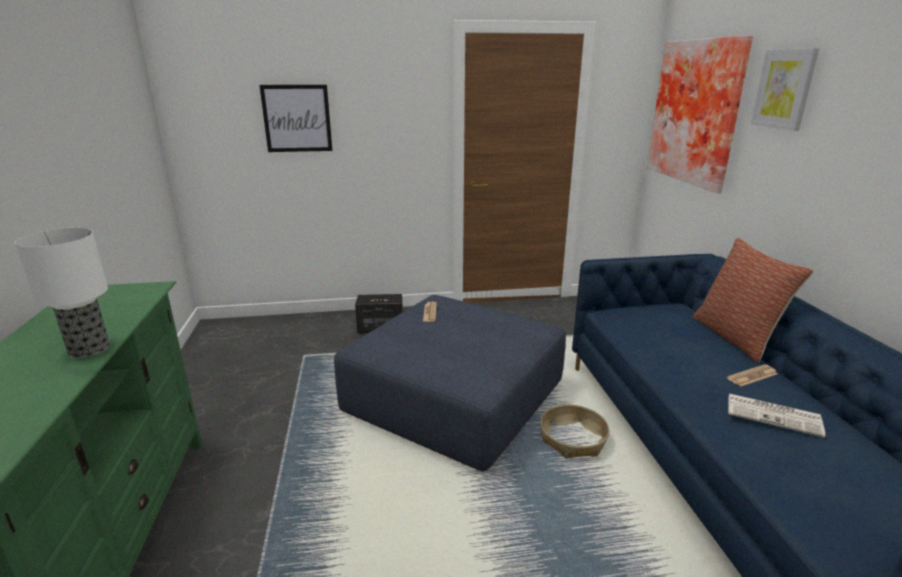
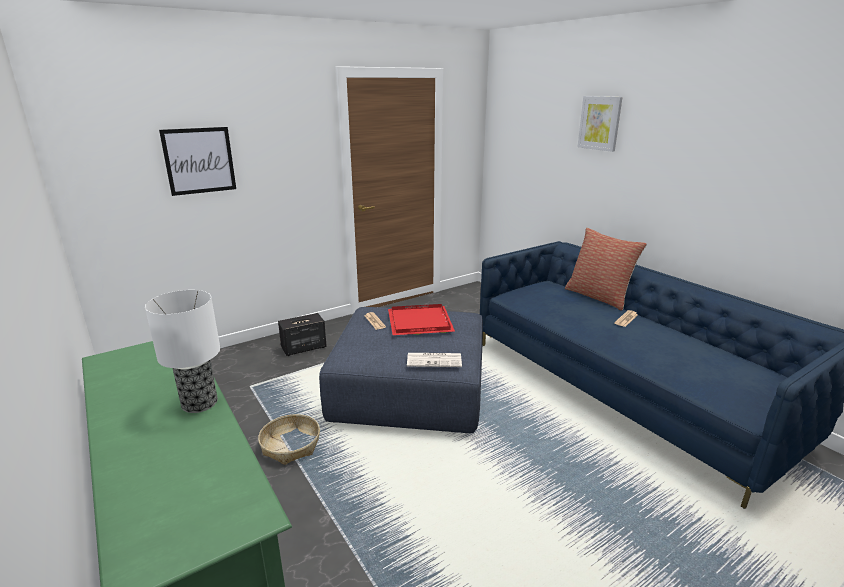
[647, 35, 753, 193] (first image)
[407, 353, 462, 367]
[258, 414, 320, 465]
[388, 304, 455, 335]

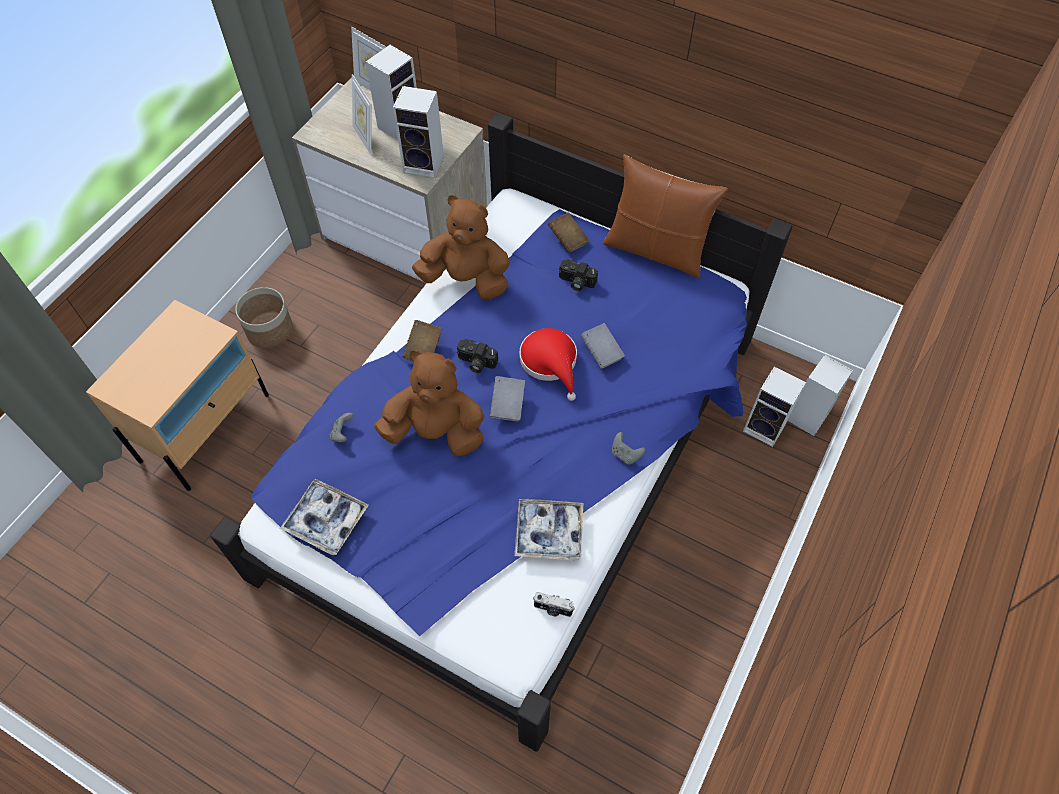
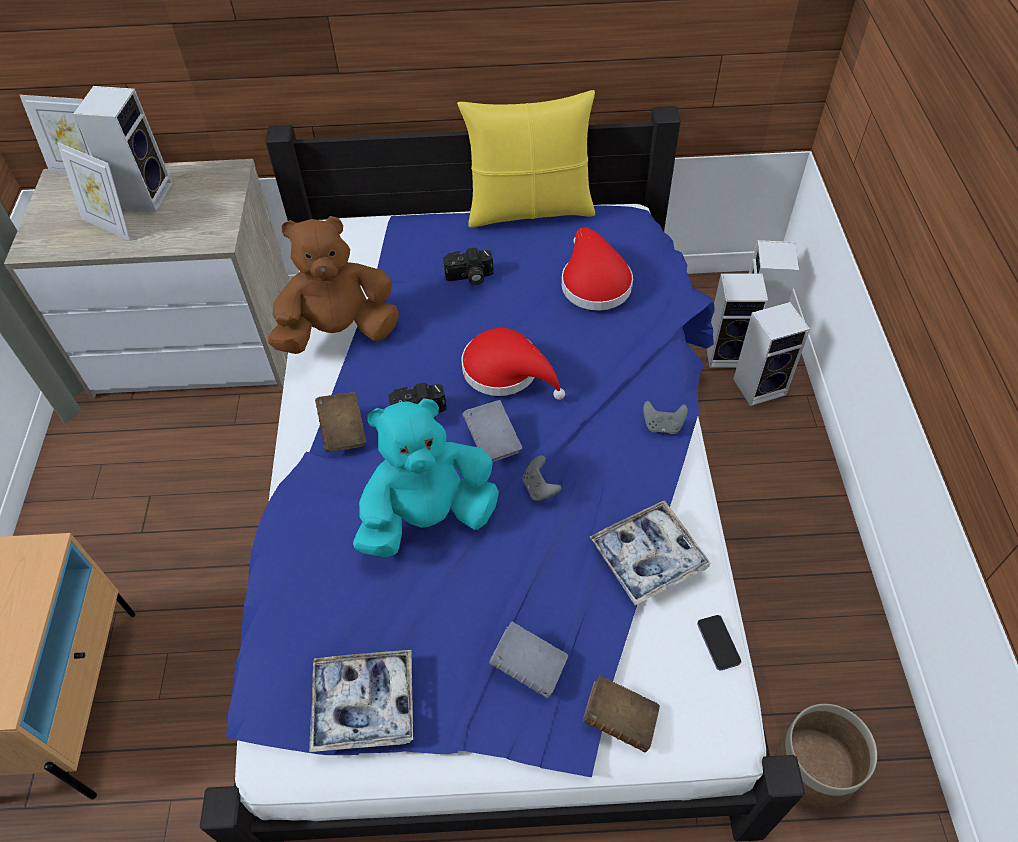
[733, 302, 810, 406]
[457, 90, 595, 228]
[583, 675, 660, 752]
[775, 704, 877, 808]
[489, 621, 568, 698]
[353, 398, 499, 557]
[523, 455, 561, 501]
[697, 615, 741, 670]
[562, 227, 633, 310]

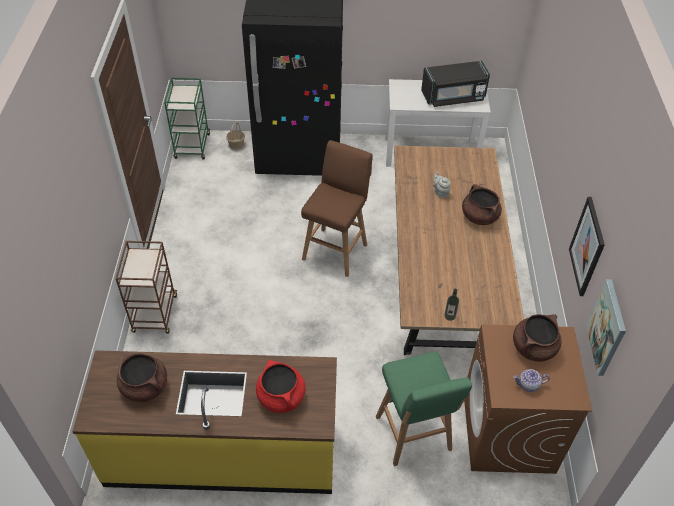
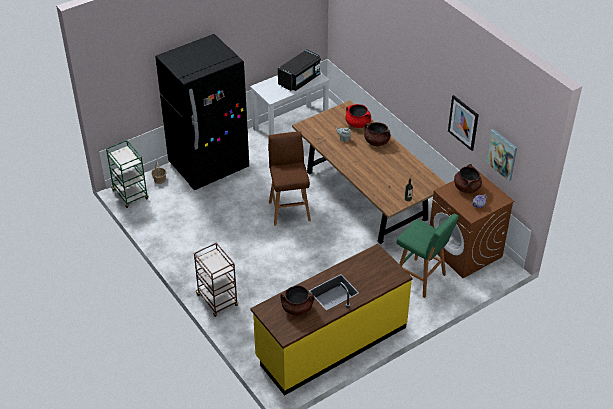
[345, 104, 371, 128]

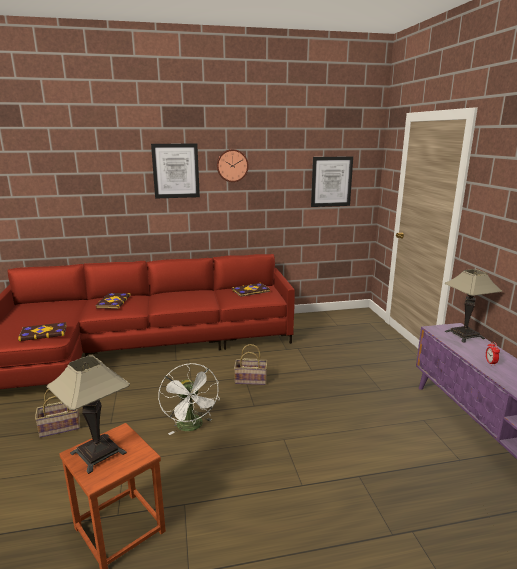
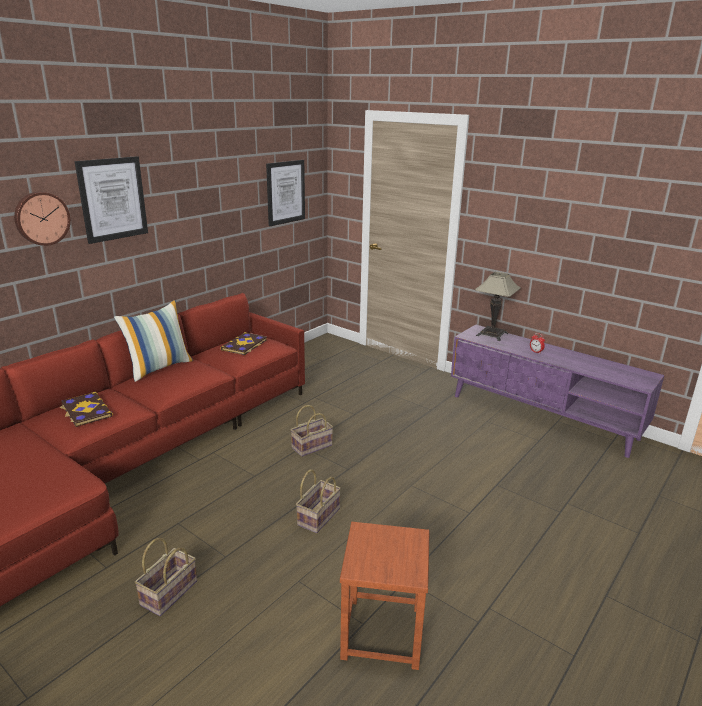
[14, 192, 71, 246]
[18, 322, 67, 341] (first image)
[47, 355, 130, 474] (first image)
[296, 469, 341, 533]
[114, 300, 193, 382]

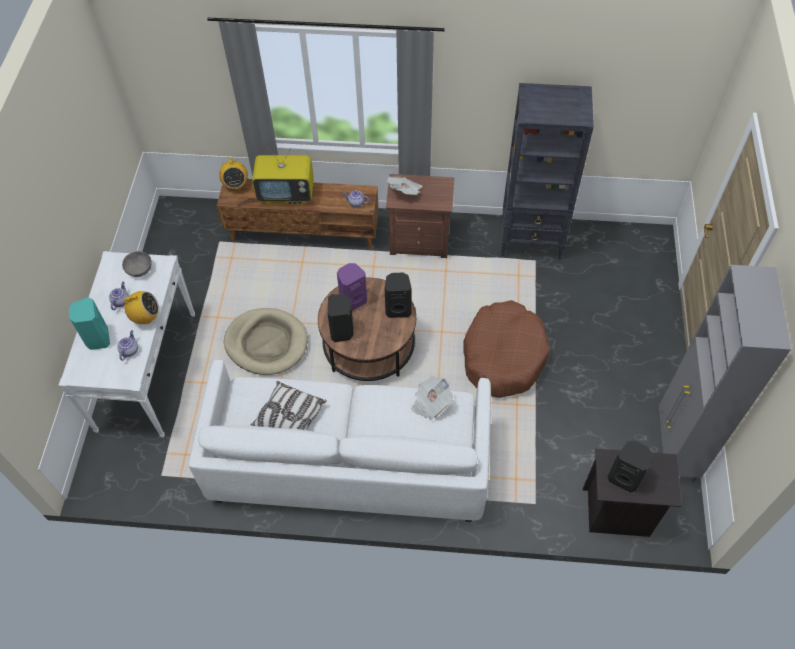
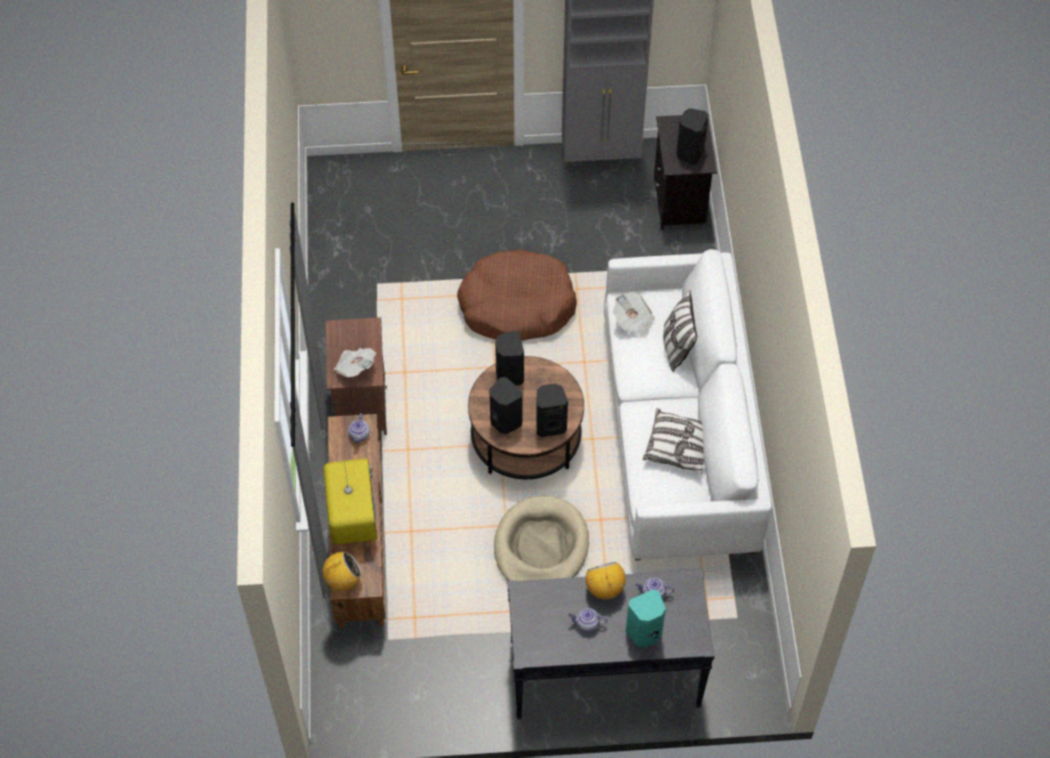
[501, 83, 594, 259] (first image)
[507, 569, 715, 719]
[122, 251, 152, 277] (first image)
[490, 377, 522, 434]
[663, 290, 697, 372]

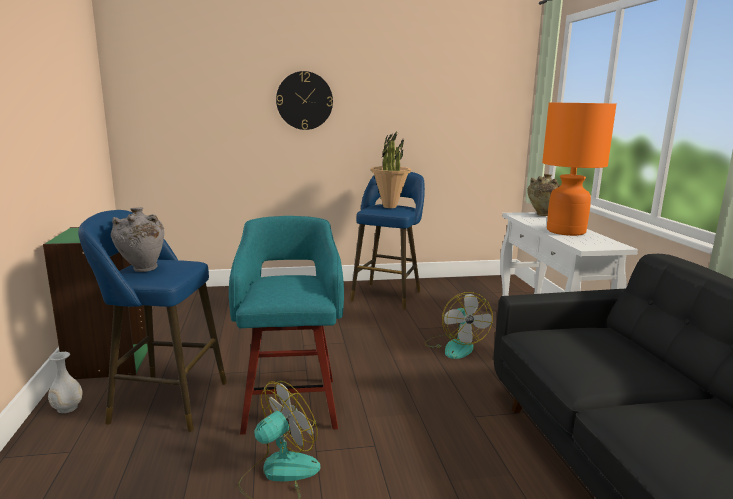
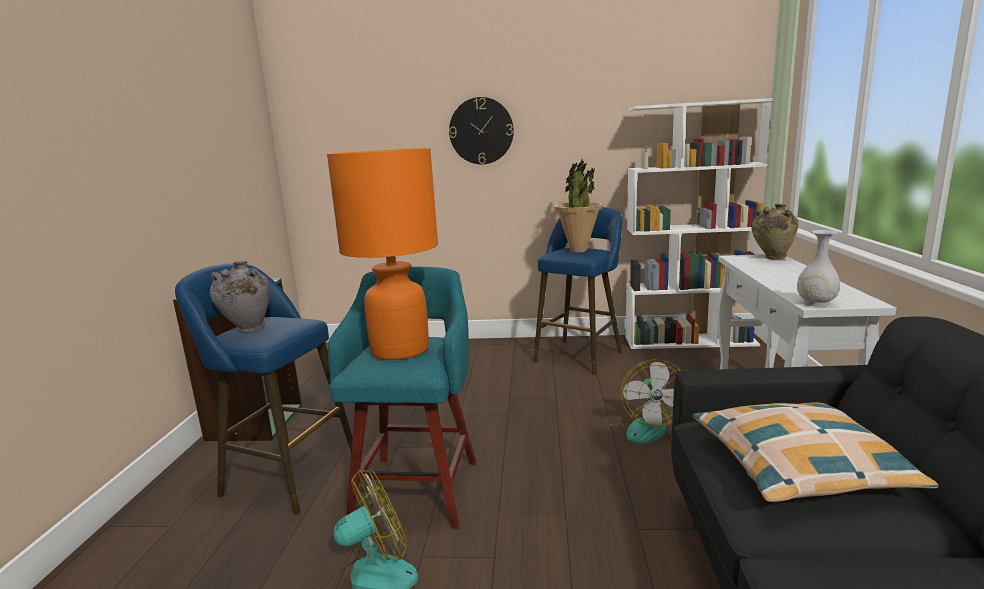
[327, 148, 438, 360]
[797, 230, 840, 307]
[626, 98, 773, 349]
[693, 403, 939, 502]

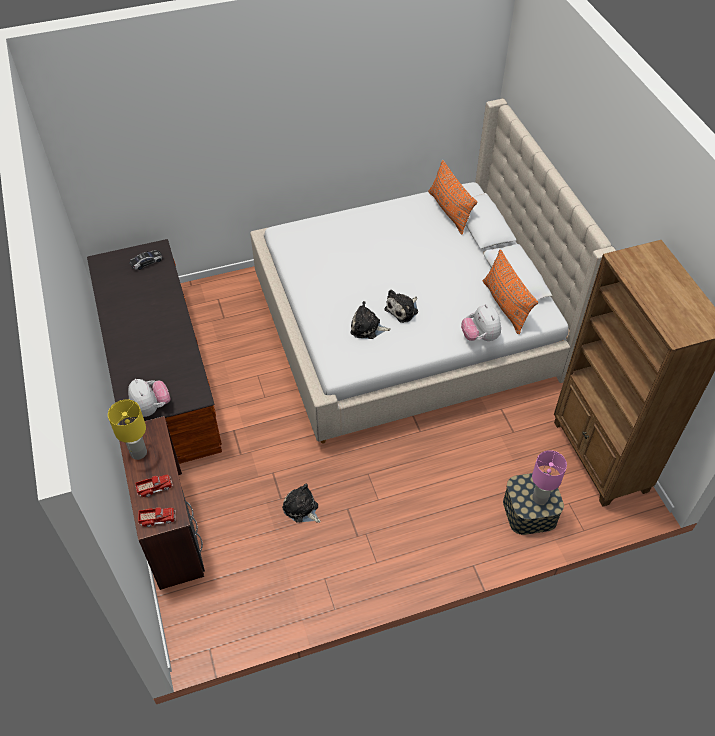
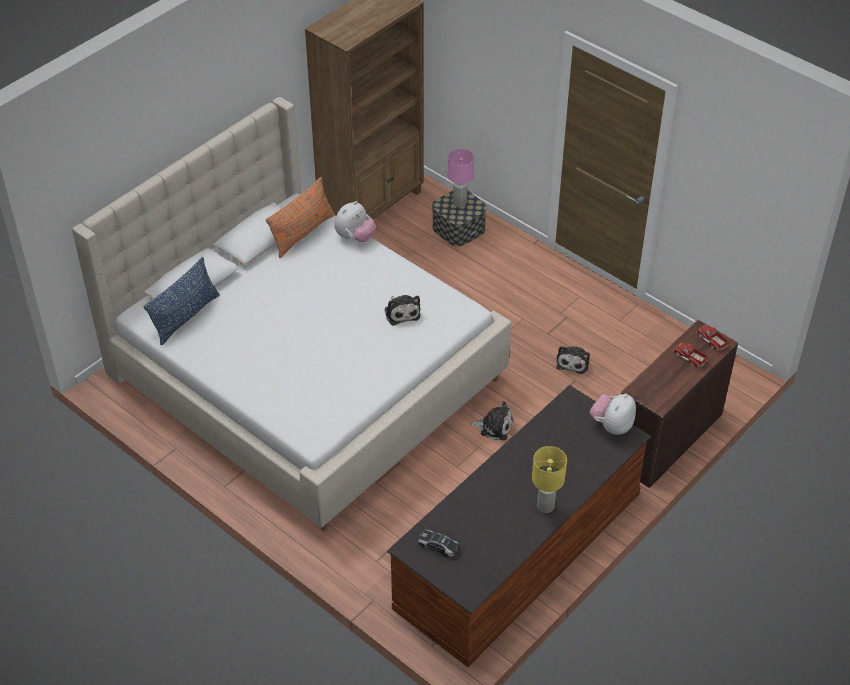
[144, 257, 220, 345]
[470, 401, 513, 440]
[532, 446, 567, 513]

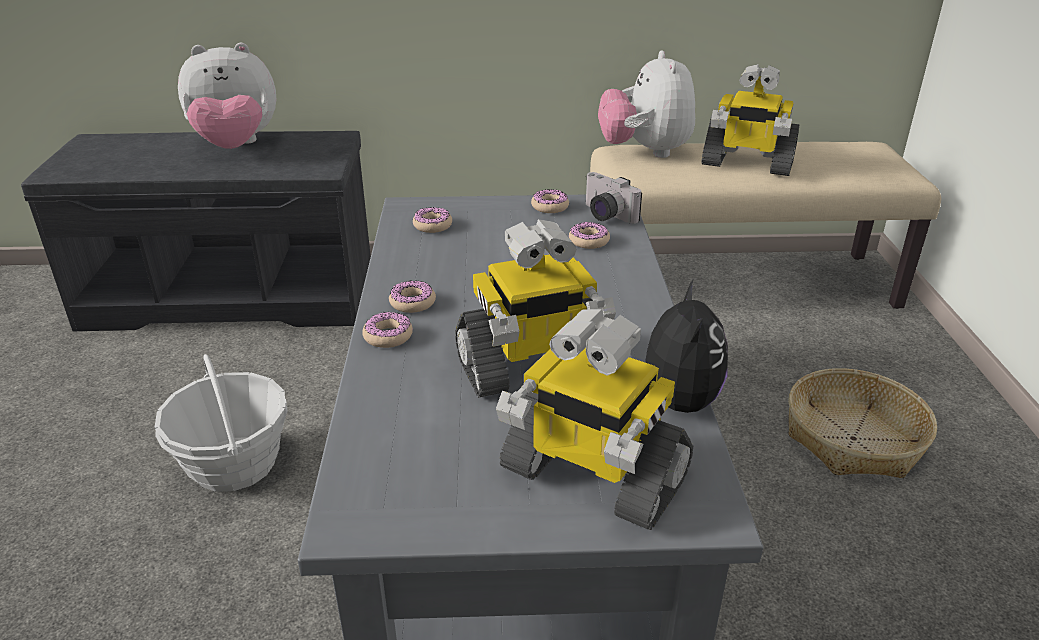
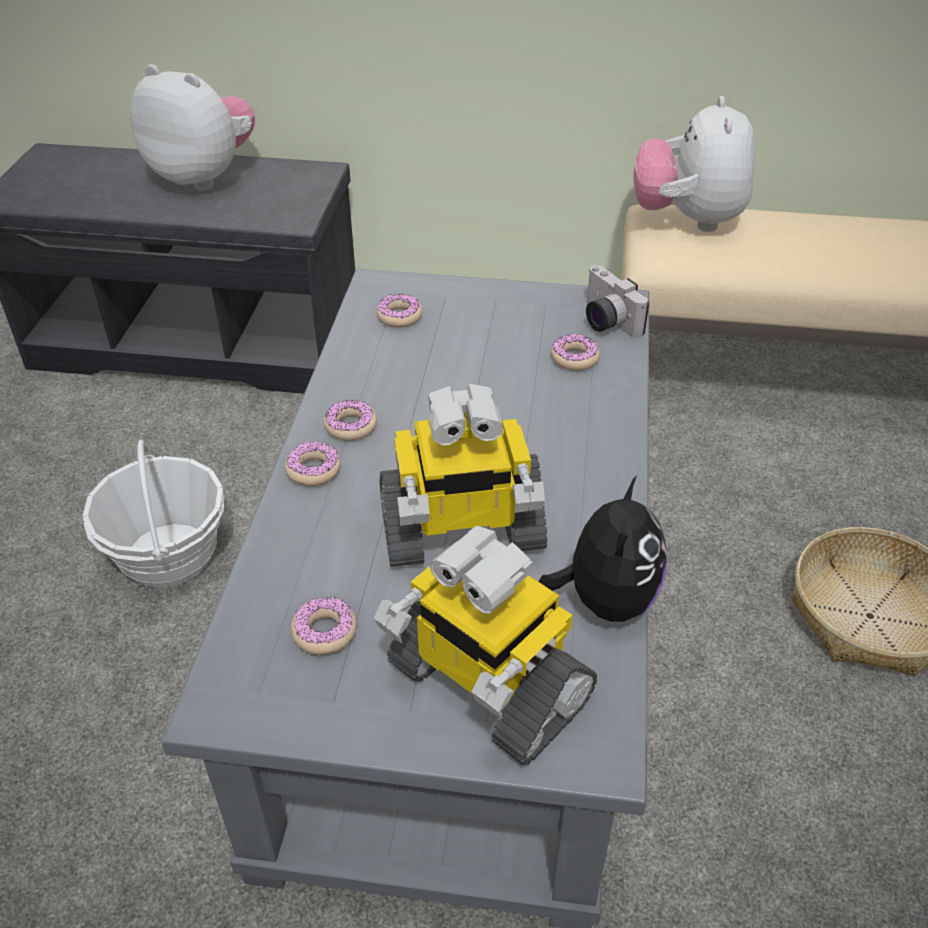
[130, 64, 255, 191]
[701, 64, 800, 176] (first image)
[291, 597, 357, 655]

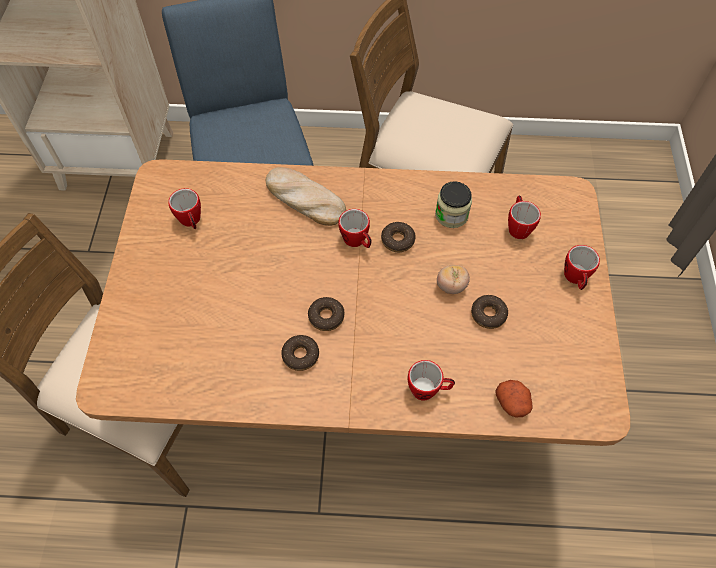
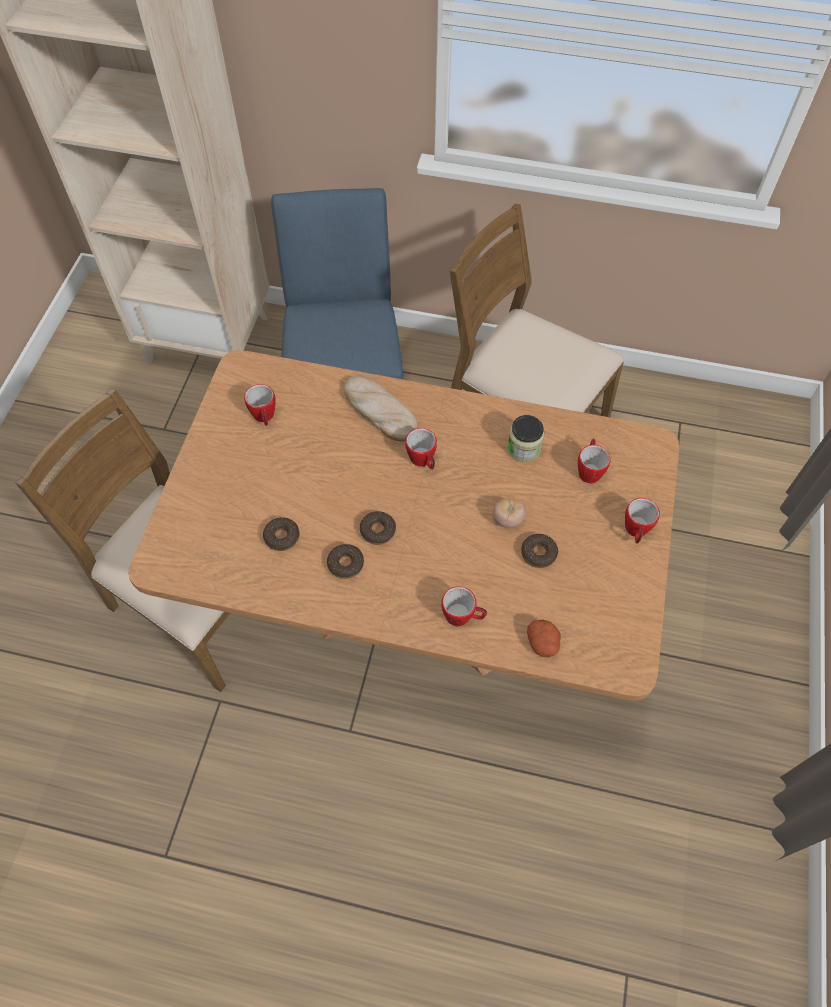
[263, 517, 300, 551]

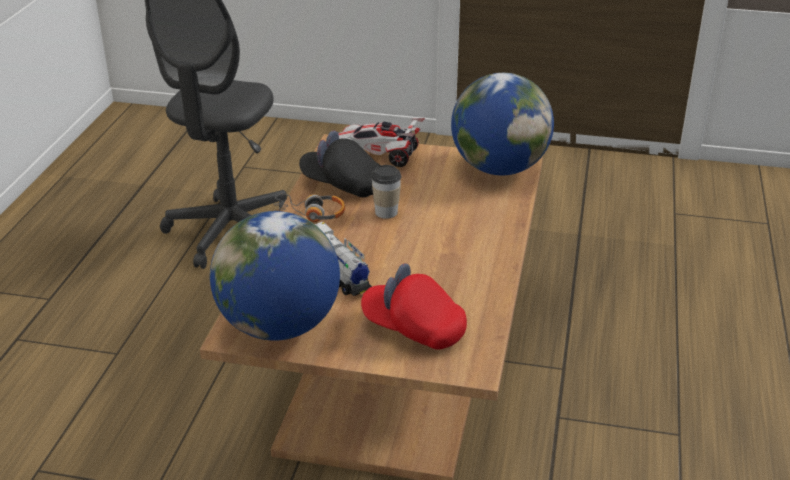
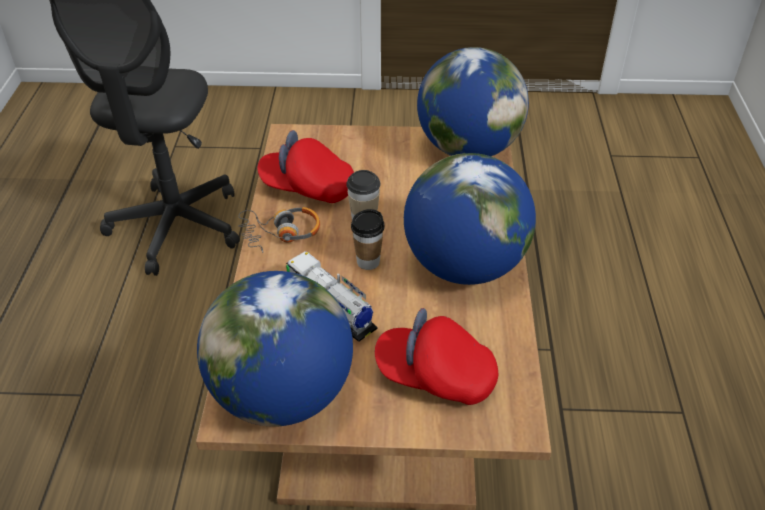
[338, 118, 425, 167] (first image)
[257, 130, 354, 203]
[404, 153, 536, 285]
[351, 209, 385, 270]

